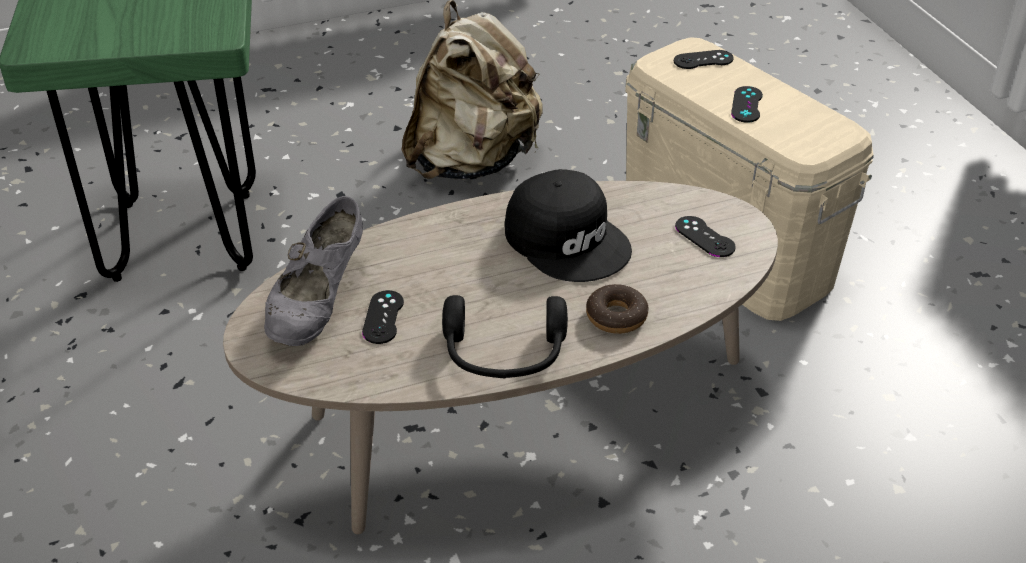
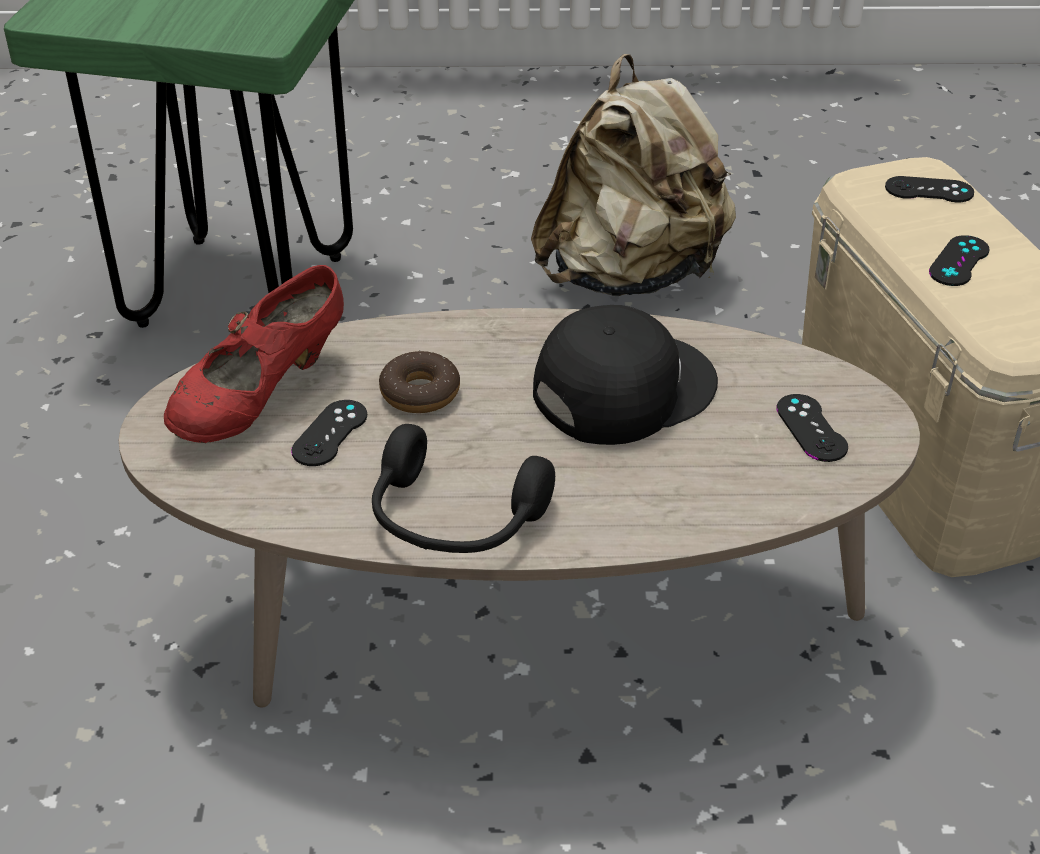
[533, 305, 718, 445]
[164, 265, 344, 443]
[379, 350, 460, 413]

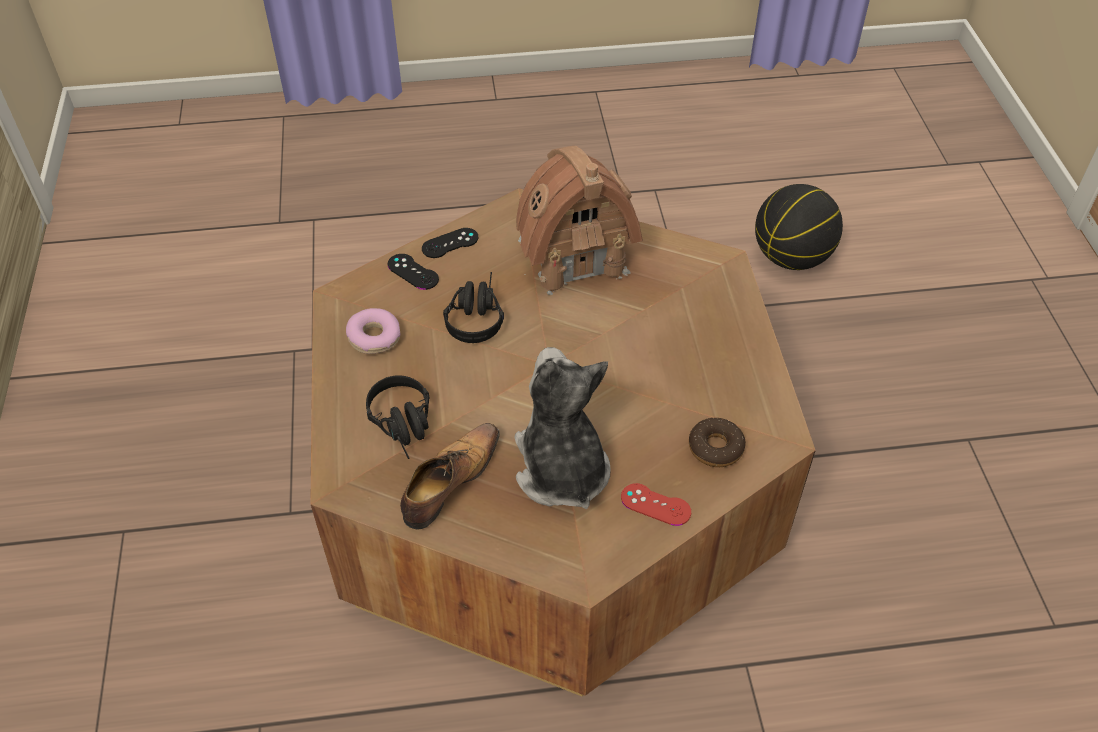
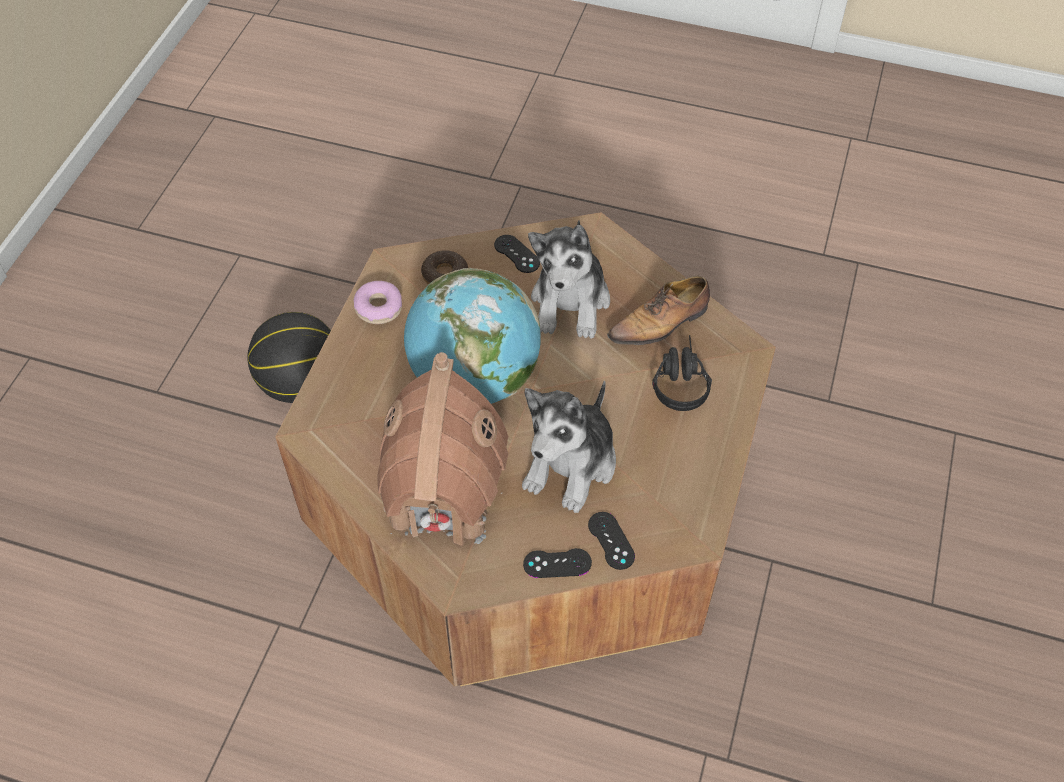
[247, 312, 331, 403]
[522, 381, 616, 513]
[353, 281, 402, 324]
[494, 235, 540, 273]
[404, 268, 541, 404]

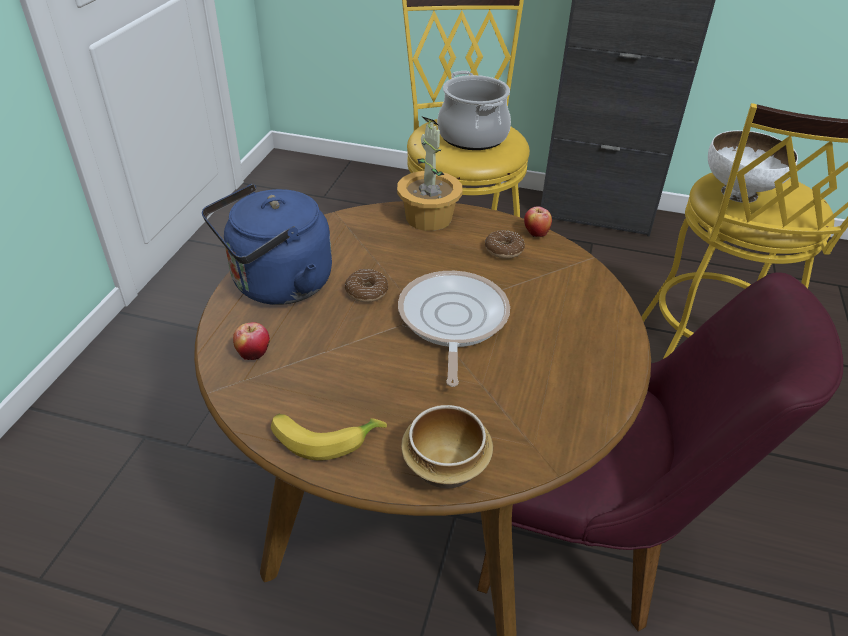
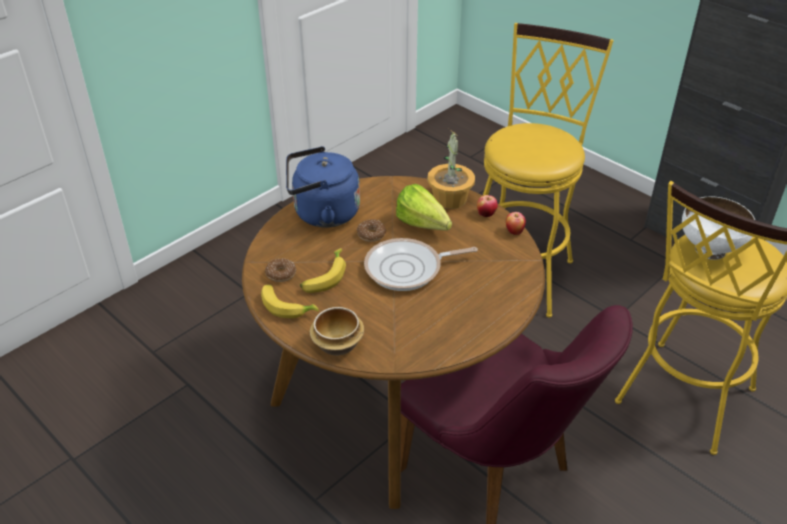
[437, 71, 511, 150] (first image)
[265, 258, 296, 282]
[364, 238, 478, 291]
[477, 195, 498, 217]
[396, 184, 452, 230]
[300, 248, 346, 293]

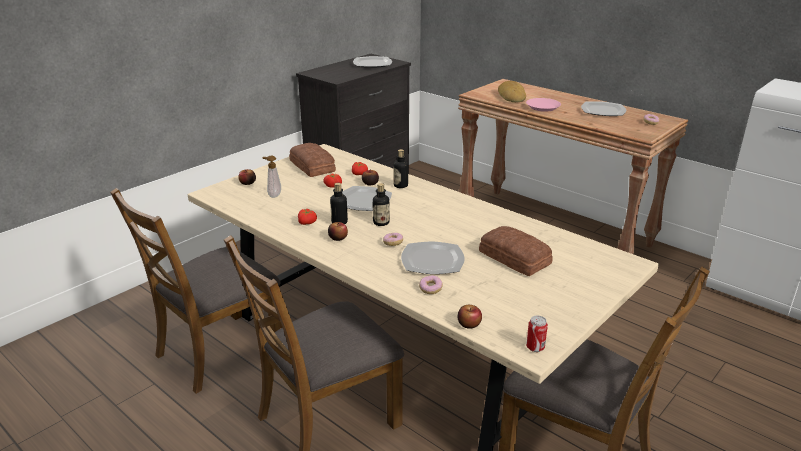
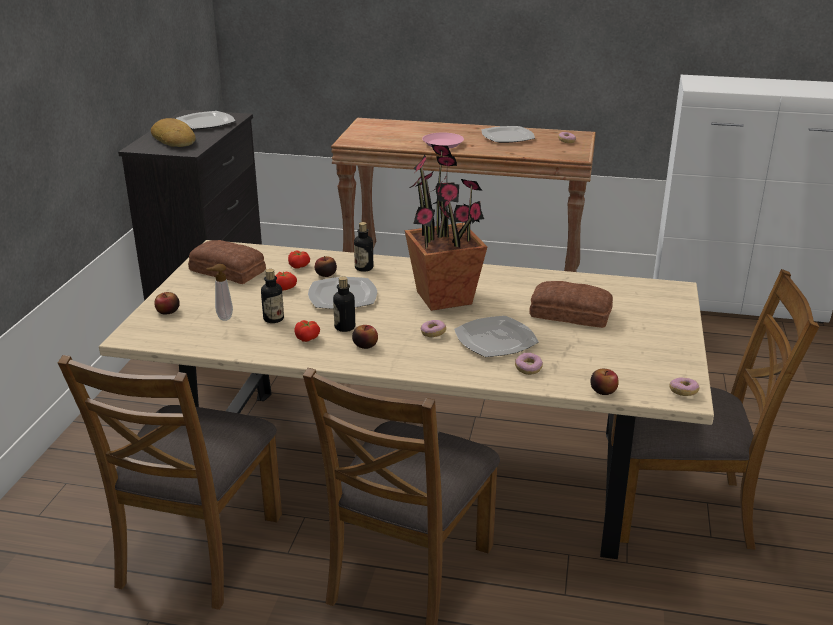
[151, 118, 196, 147]
[261, 269, 284, 323]
[669, 378, 699, 396]
[405, 144, 487, 311]

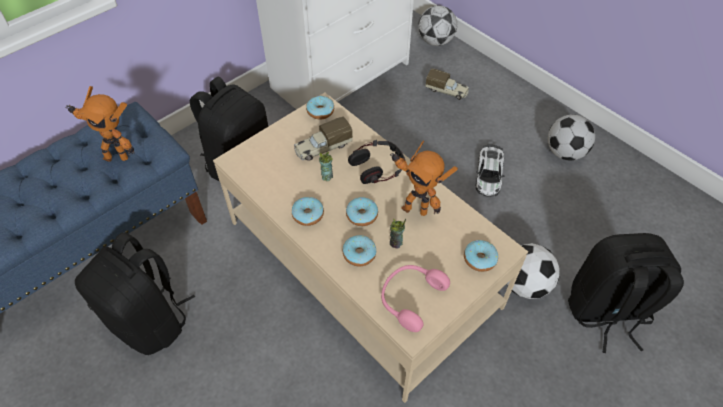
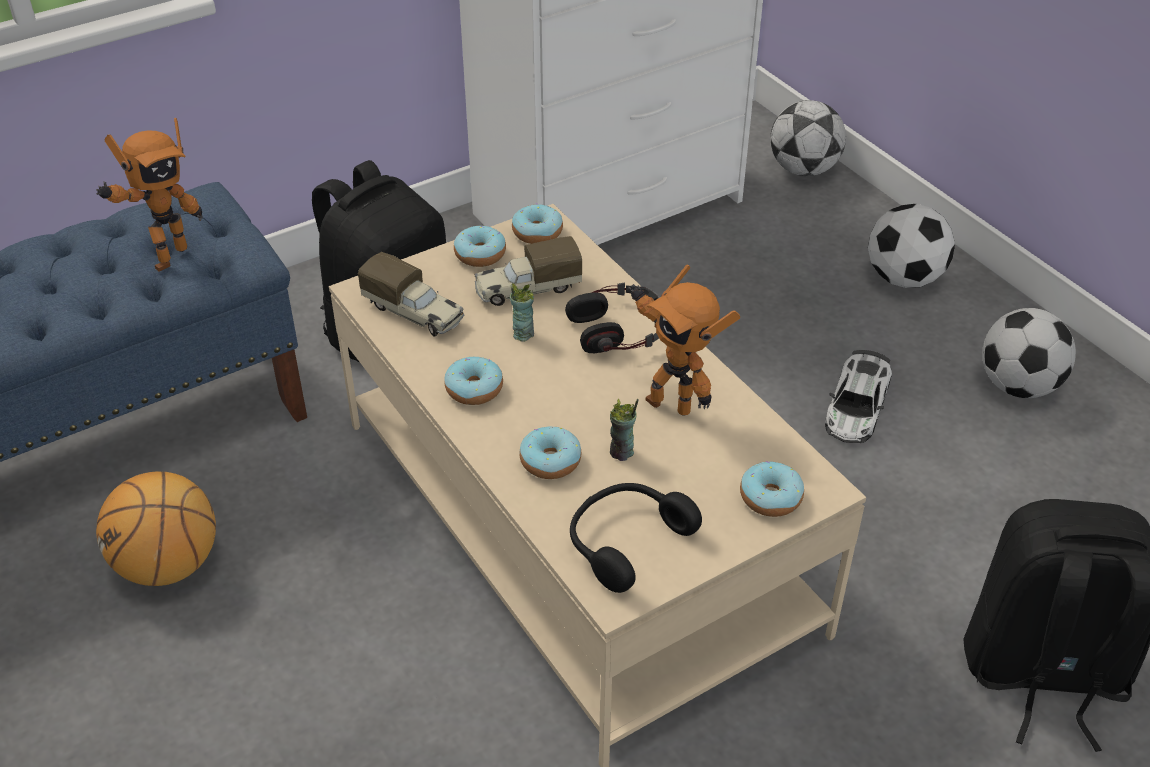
[358, 252, 464, 337]
[96, 118, 202, 272]
[454, 226, 506, 267]
[96, 471, 216, 586]
[868, 204, 955, 288]
[570, 483, 702, 593]

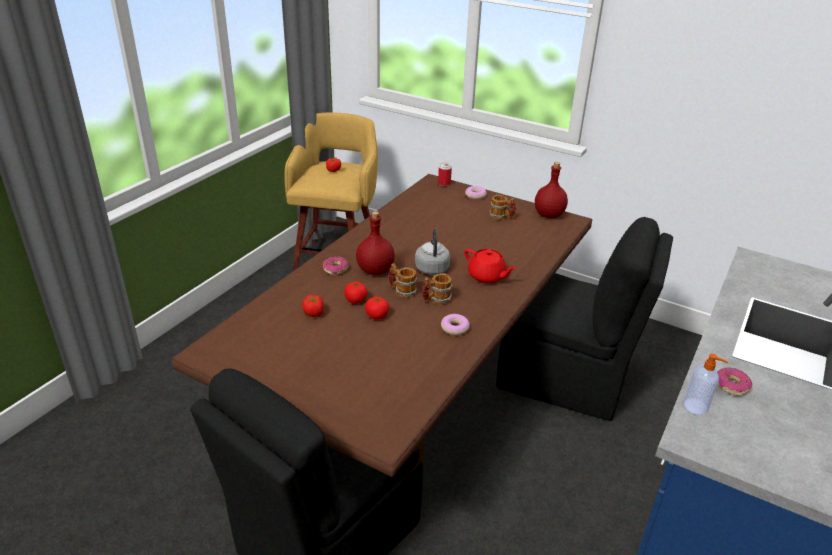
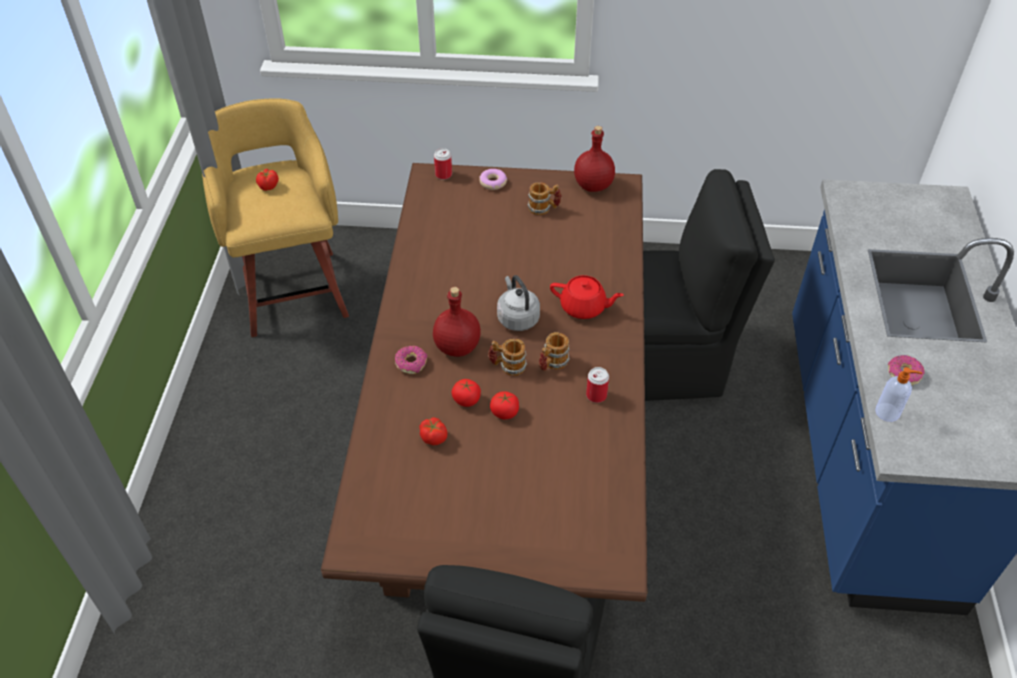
[586, 367, 609, 403]

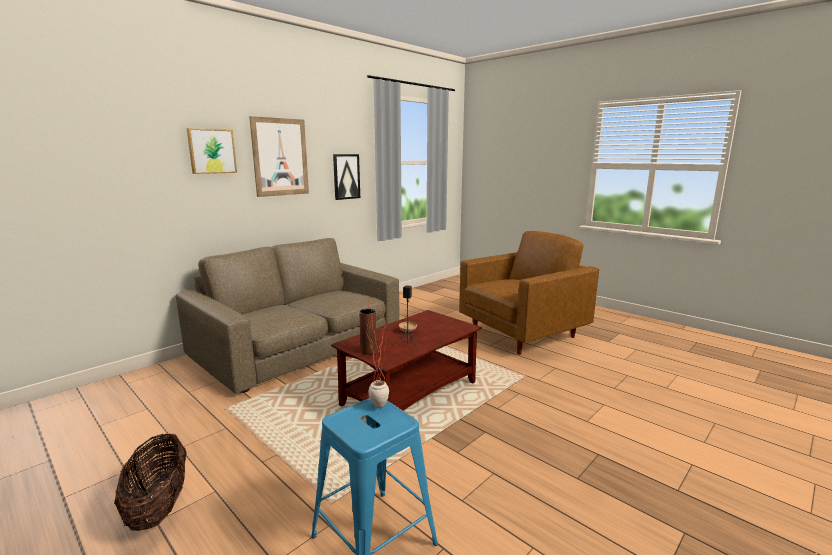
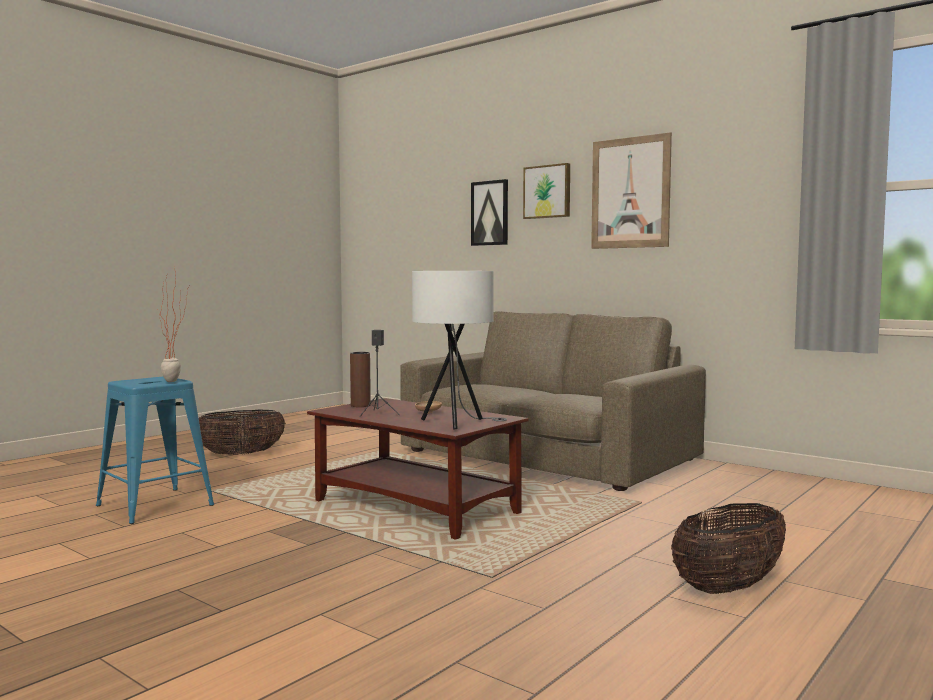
[471, 179, 508, 246]
[671, 503, 786, 594]
[412, 271, 507, 429]

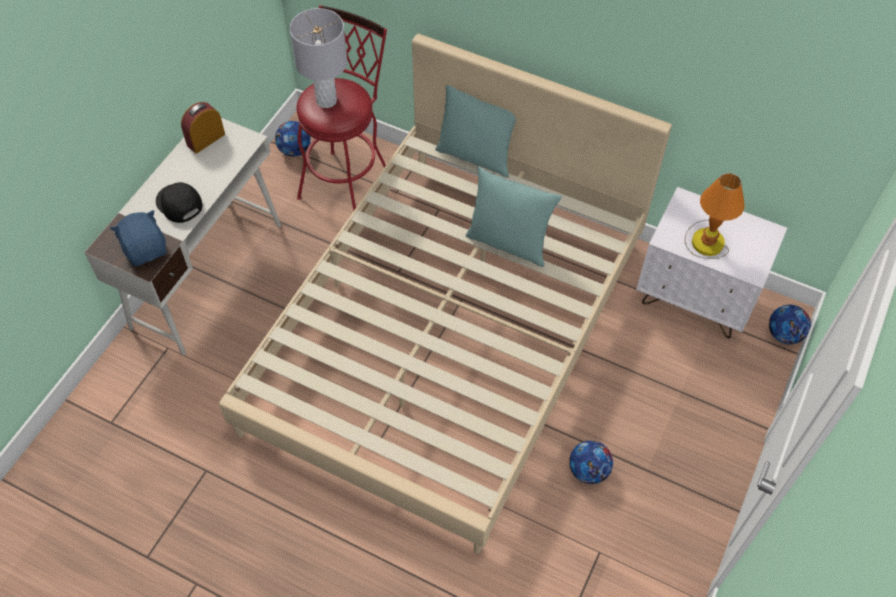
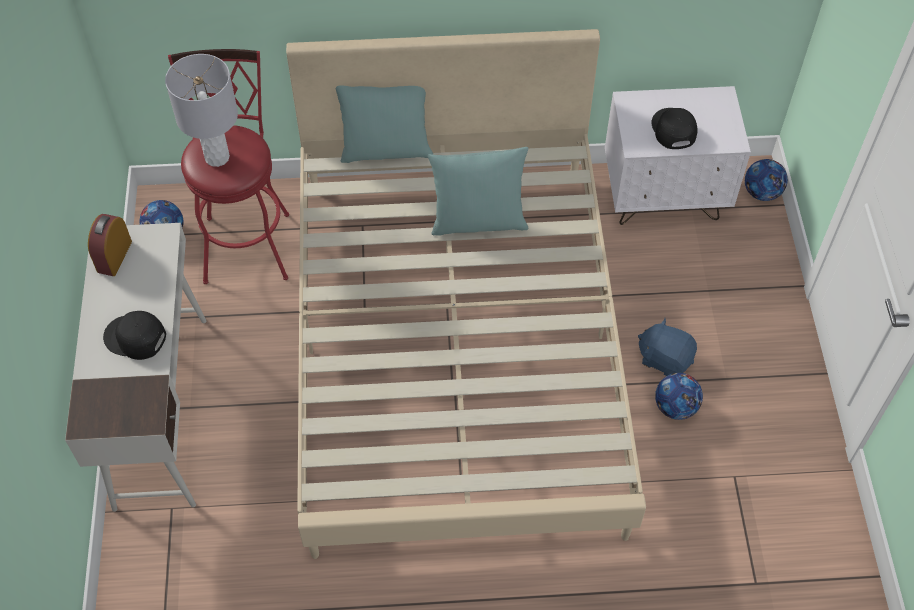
[651, 108, 698, 149]
[638, 318, 697, 376]

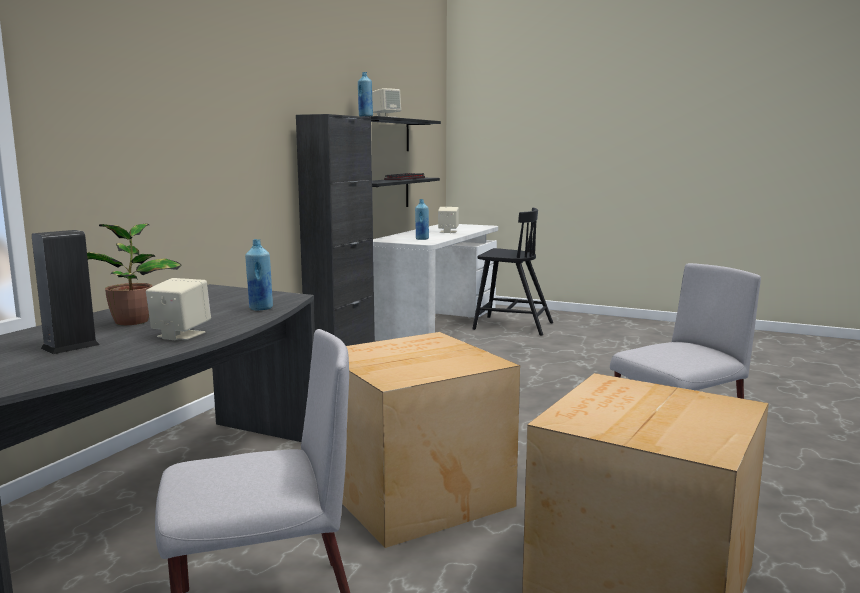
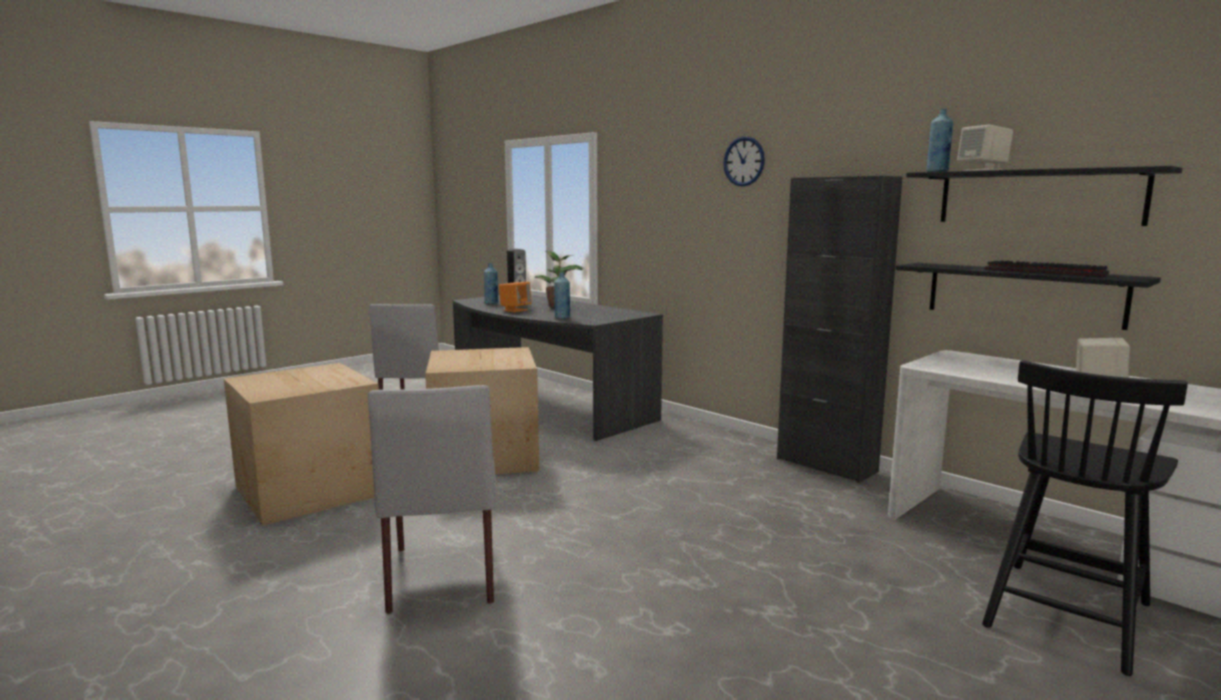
[484, 263, 498, 304]
[499, 282, 532, 312]
[723, 136, 765, 186]

